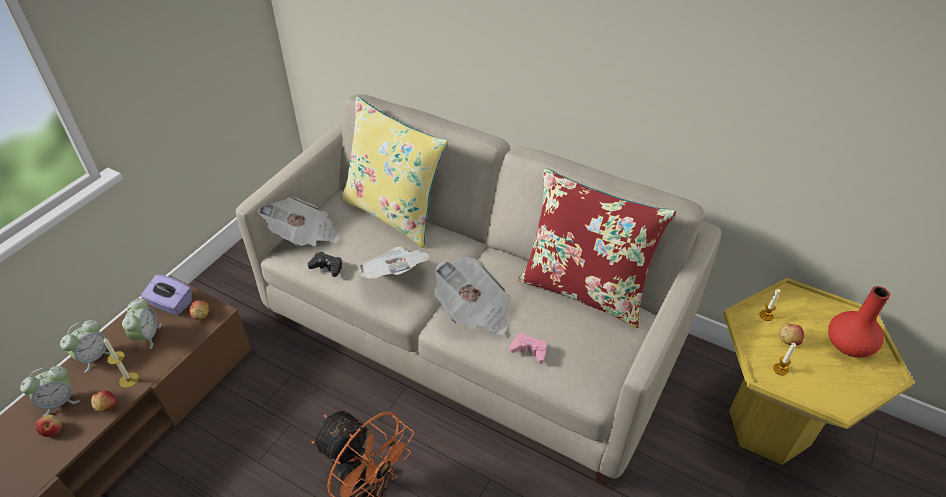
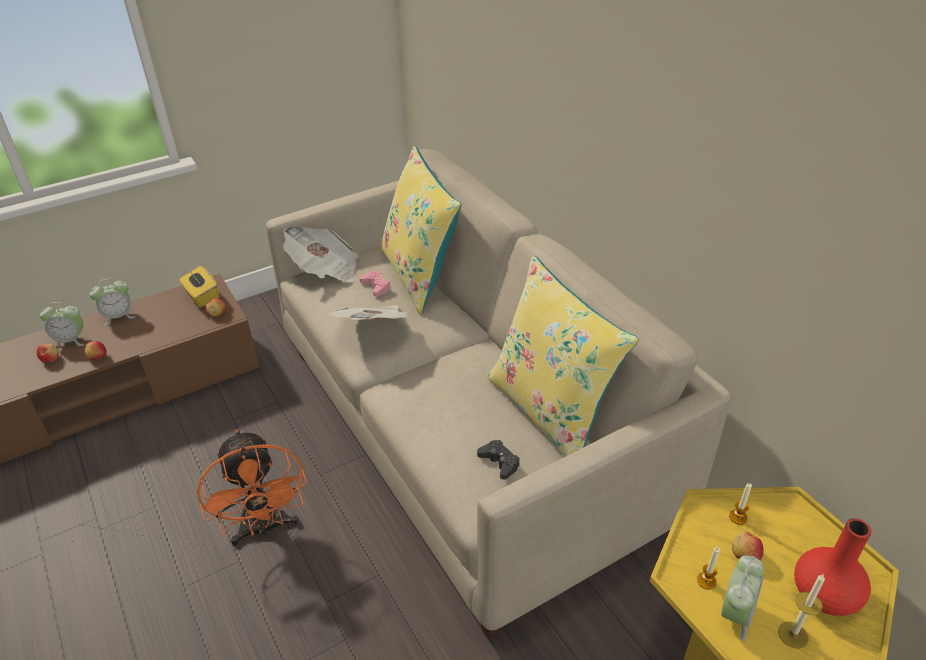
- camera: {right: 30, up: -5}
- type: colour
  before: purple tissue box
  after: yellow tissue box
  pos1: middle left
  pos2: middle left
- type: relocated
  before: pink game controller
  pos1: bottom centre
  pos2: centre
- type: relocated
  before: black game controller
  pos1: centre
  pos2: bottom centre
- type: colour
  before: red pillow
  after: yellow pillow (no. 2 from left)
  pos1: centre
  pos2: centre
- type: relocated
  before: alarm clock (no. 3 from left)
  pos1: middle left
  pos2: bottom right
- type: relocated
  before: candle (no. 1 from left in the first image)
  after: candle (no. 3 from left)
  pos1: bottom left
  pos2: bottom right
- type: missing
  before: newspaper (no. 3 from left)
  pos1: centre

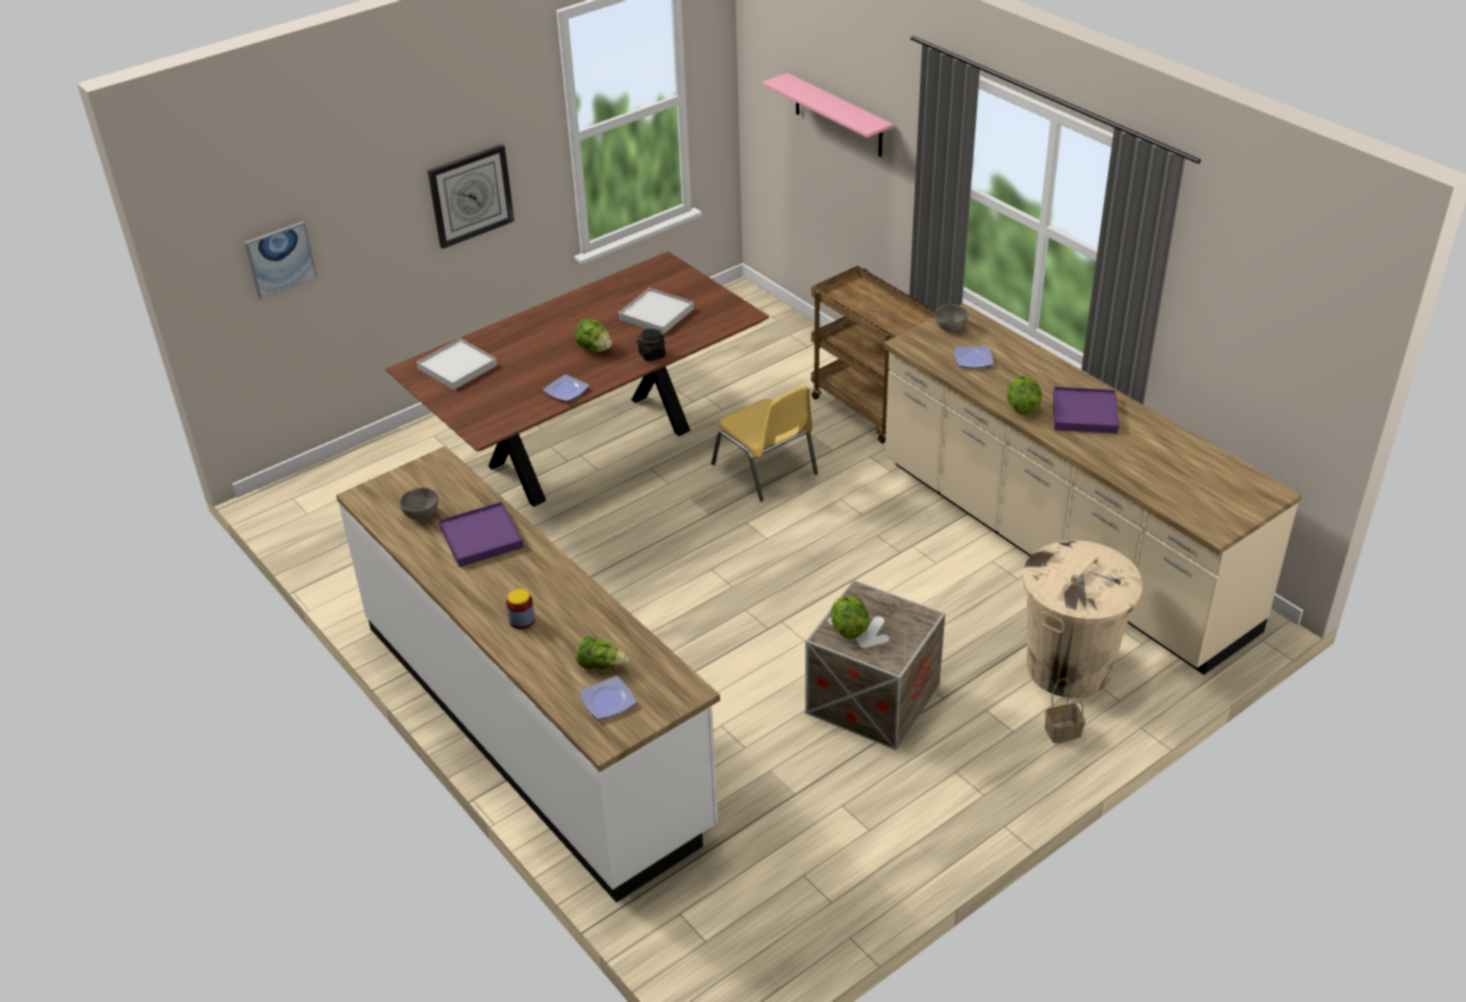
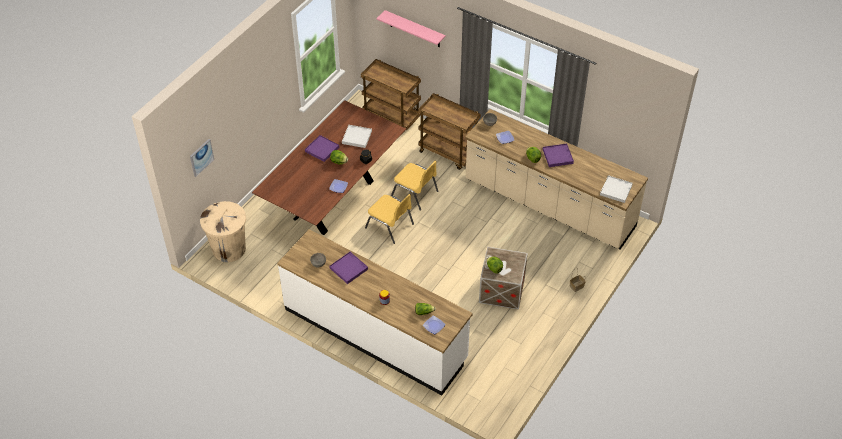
- camera: {right: -20, up: 10}
- type: relocated
  before: beige trash can
  pos1: middle right
  pos2: middle left
- type: appeared
  after: purple tray (no. 1 from left)
  pos2: centre
- type: appeared
  after: brown cart (no. 1 from left)
  pos2: top centre
- type: appeared
  after: yellow chair (no. 1 from left)
  pos2: centre
- type: relocated
  before: white tray (no. 1 from left in the first image)
  after: white tray (no. 2 from left)
  pos1: middle left
  pos2: middle right
- type: missing
  before: wall clock
  pos1: top left

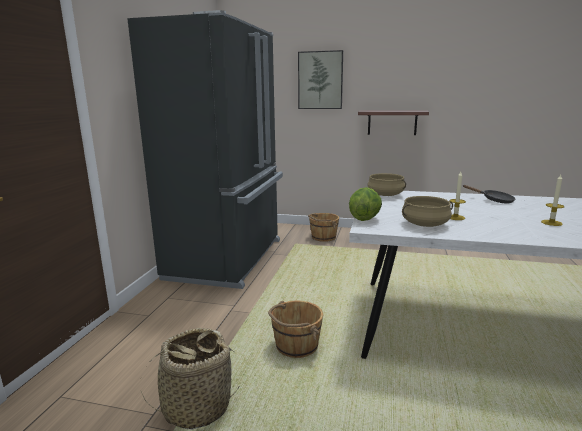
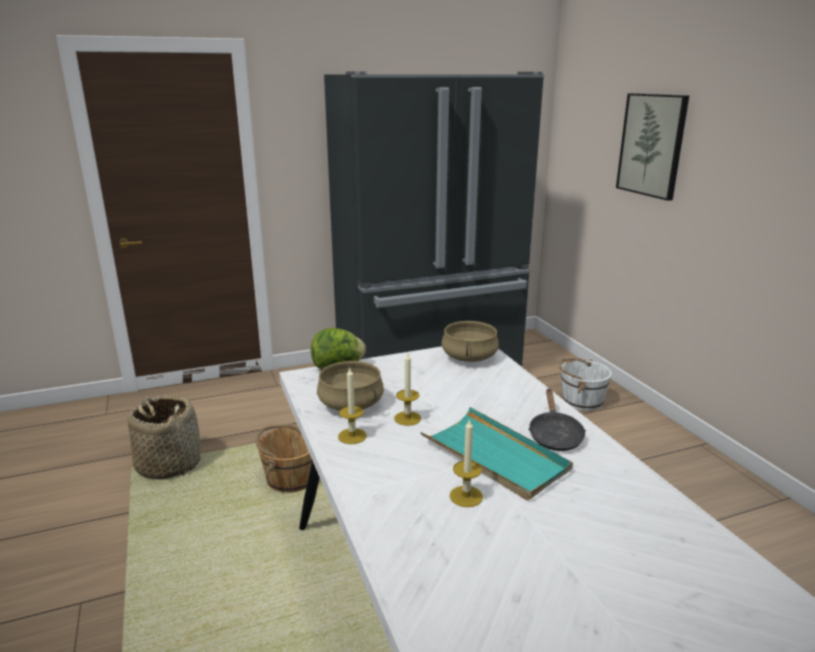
- camera: {right: 55, up: 5}
- type: appeared
  after: candle (no. 1 from left)
  pos2: centre
- type: appeared
  after: turquoise tray
  pos2: bottom centre
- type: colour
  before: brown bucket (no. 2 from left)
  after: white bucket
  pos1: centre
  pos2: middle right
- type: missing
  before: shelf
  pos1: top right

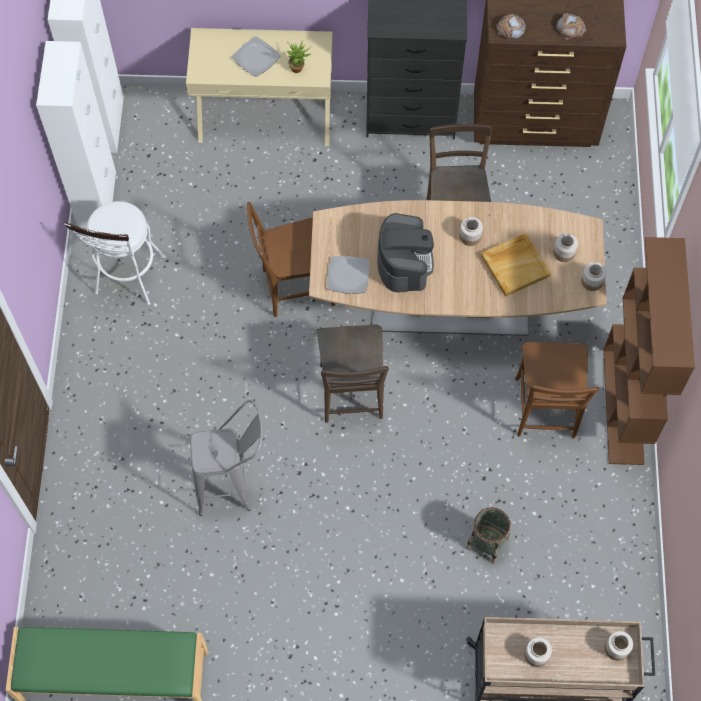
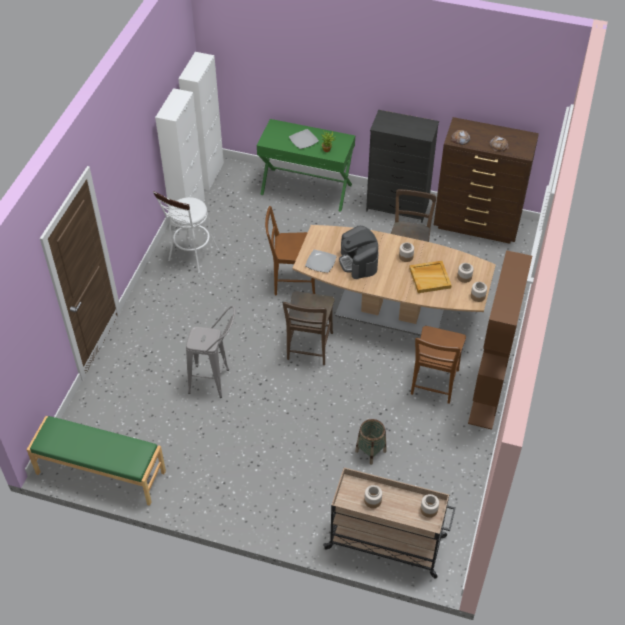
- camera: {right: 15, up: -15}
- type: colour
  before: beige console table
  after: green console table
  pos1: top centre
  pos2: top centre
- type: spun
  before: coffee machine
  pos1: centre
  pos2: centre
  turn: 150

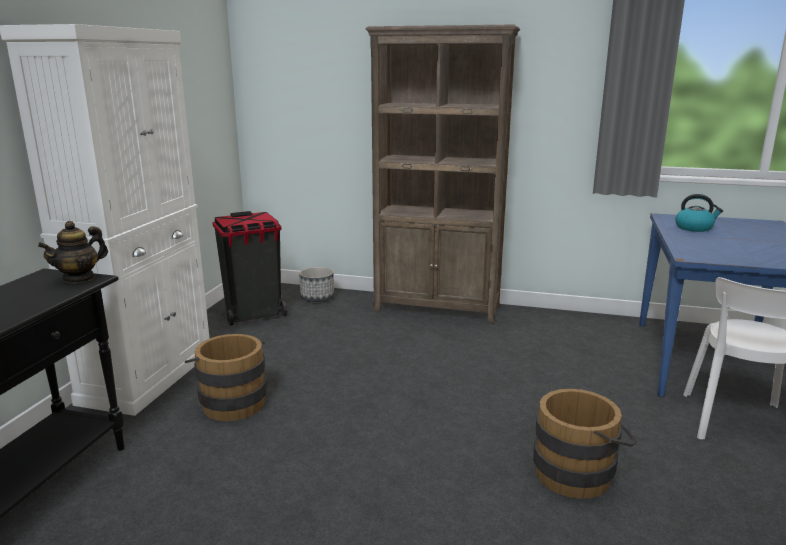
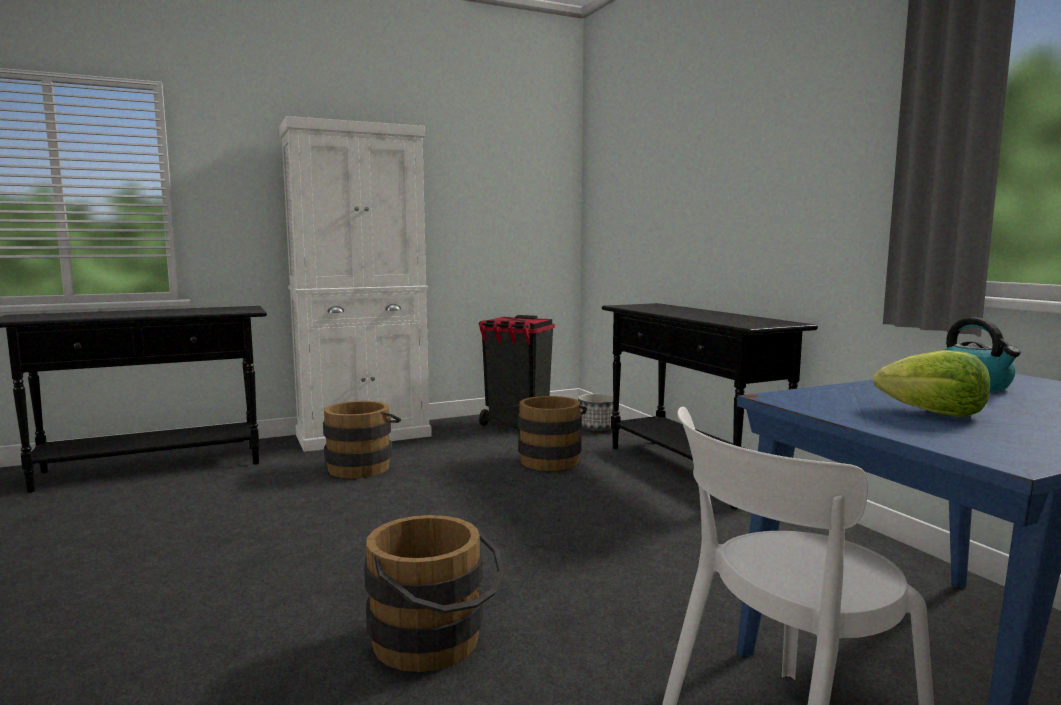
- camera: {right: 50, up: -10}
- type: appeared
  after: brown bucket (no. 3 from left)
  pos2: centre
- type: exchanged
  before: brown bookcase
  after: black console table (no. 2 from left)
  pos1: top centre
  pos2: middle right
- type: appeared
  after: lettuce
  pos2: middle right
- type: missing
  before: teapot
  pos1: middle left

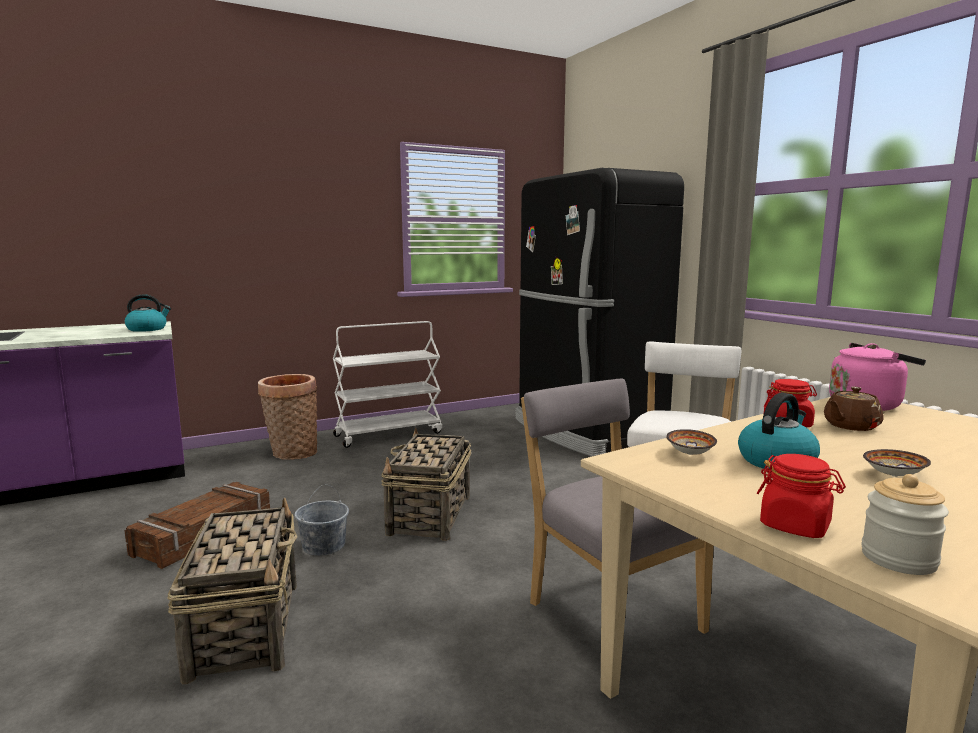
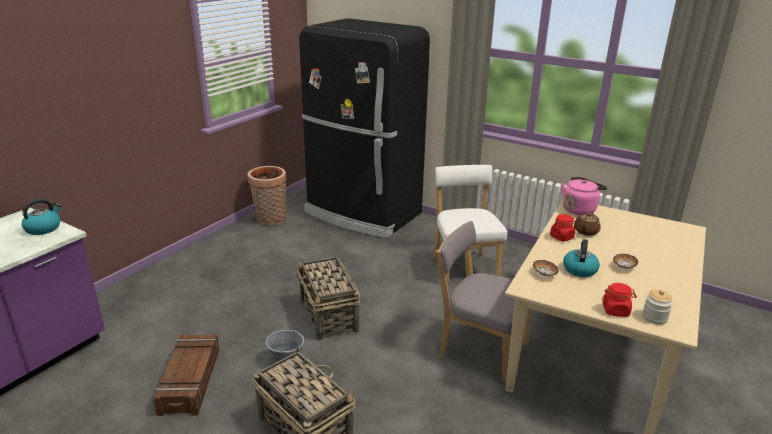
- camera: {right: -30, up: 15}
- type: relocated
  before: basket (no. 2 from left in the first image)
  after: basket (no. 1 from left)
  pos1: middle left
  pos2: centre
- type: missing
  before: white cart
  pos1: centre

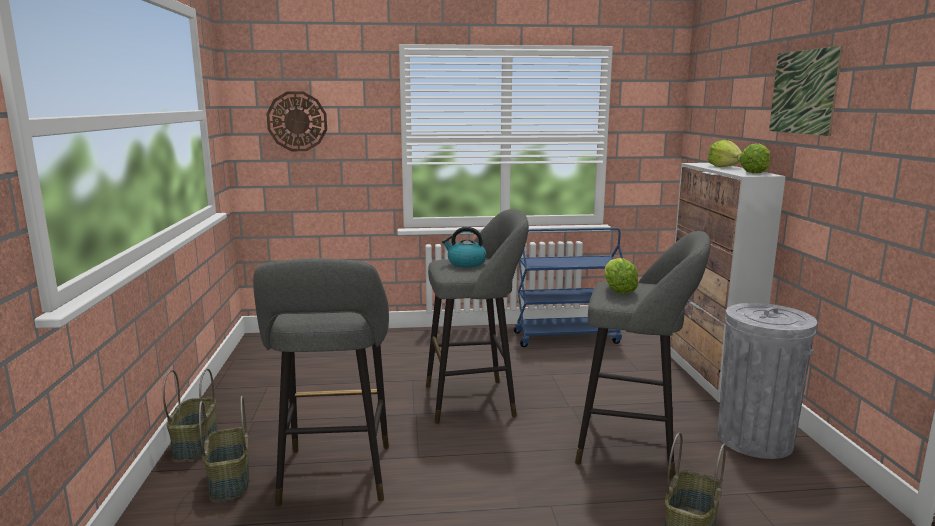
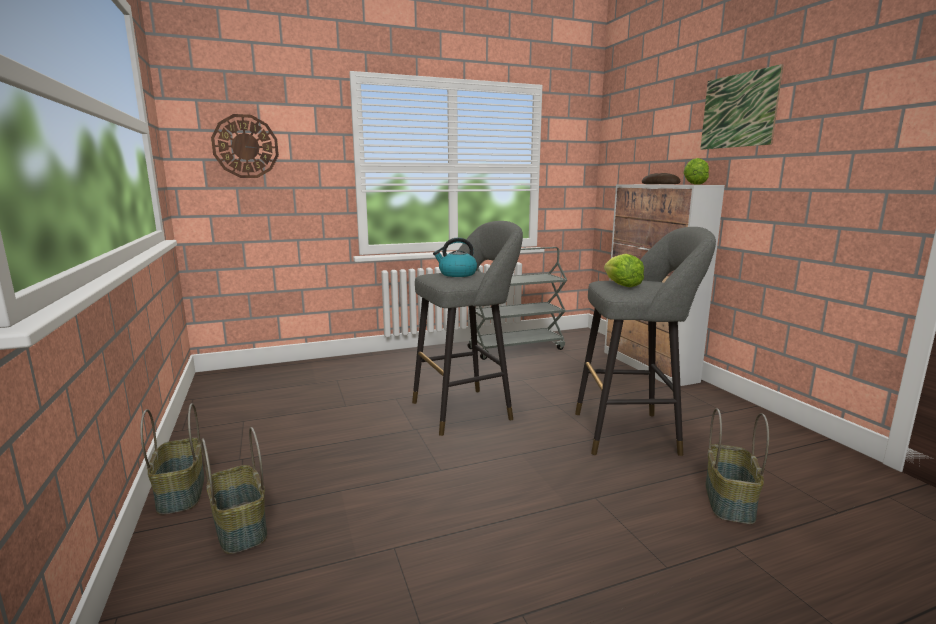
- camera: {right: -15, up: 0}
- type: colour
  before: blue cart
  after: grey cart
  pos1: centre
  pos2: centre
- type: exchanged
  before: lettuce (no. 2 from left)
  after: bread
  pos1: top right
  pos2: top right
- type: missing
  before: grey stool (no. 1 from left)
  pos1: bottom centre
- type: missing
  before: grey trash can
  pos1: bottom right

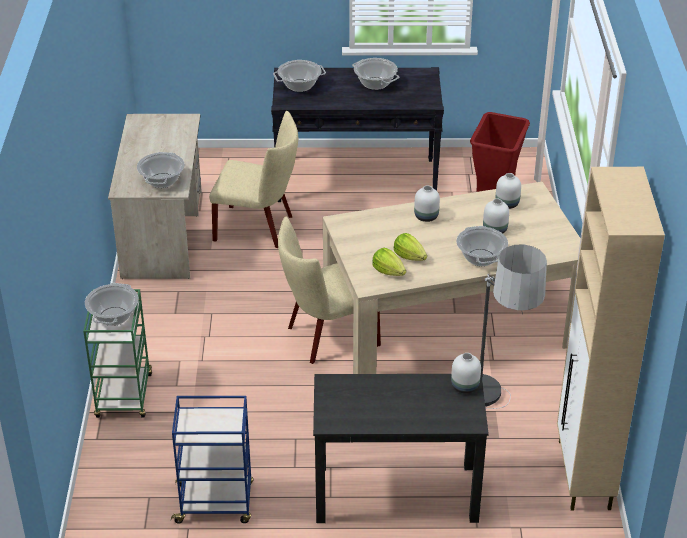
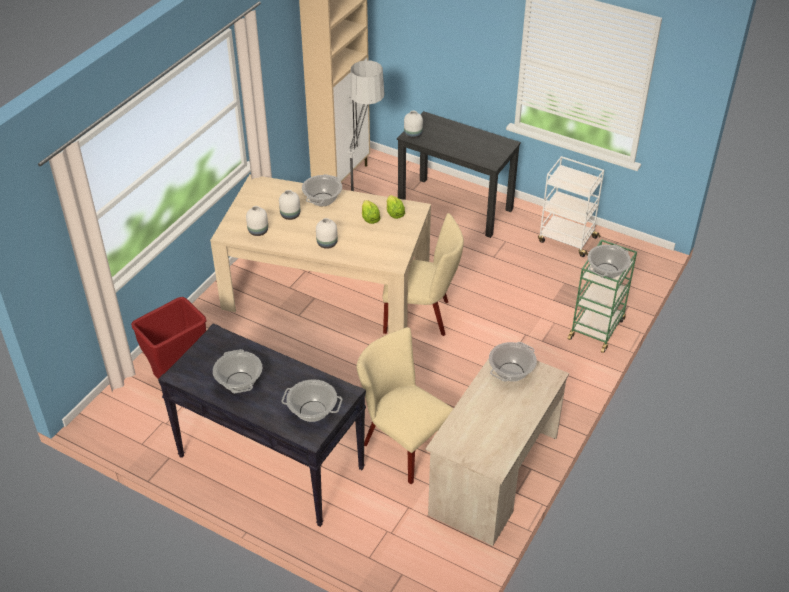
- camera: {right: -150, up: 5}
- type: colour
  before: blue cart
  after: white cart
  pos1: bottom left
  pos2: middle right

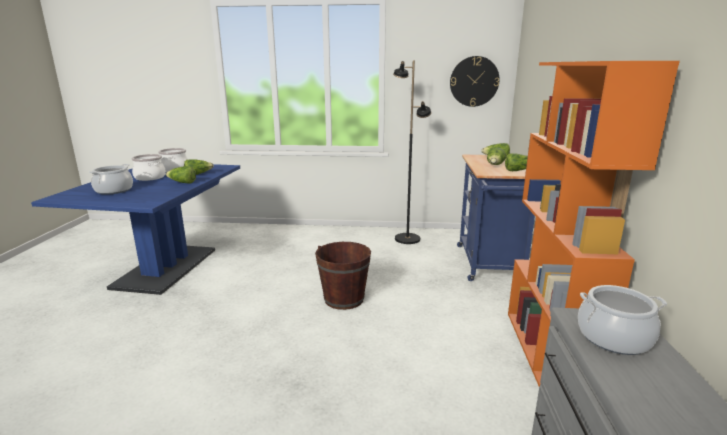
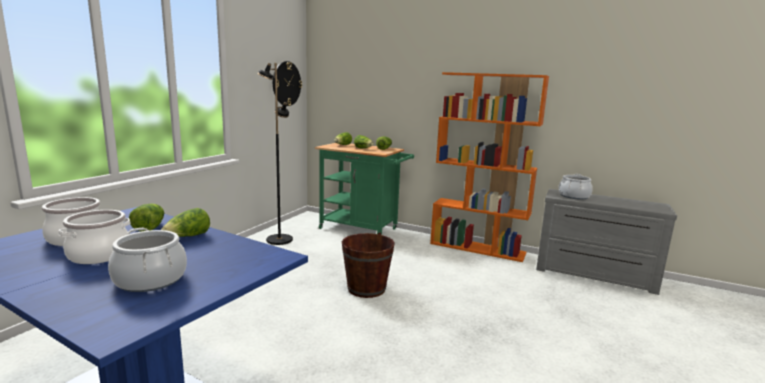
- camera: {right: -70, up: -5}
- type: colour
  before: blue cart
  after: green cart
  pos1: middle right
  pos2: centre

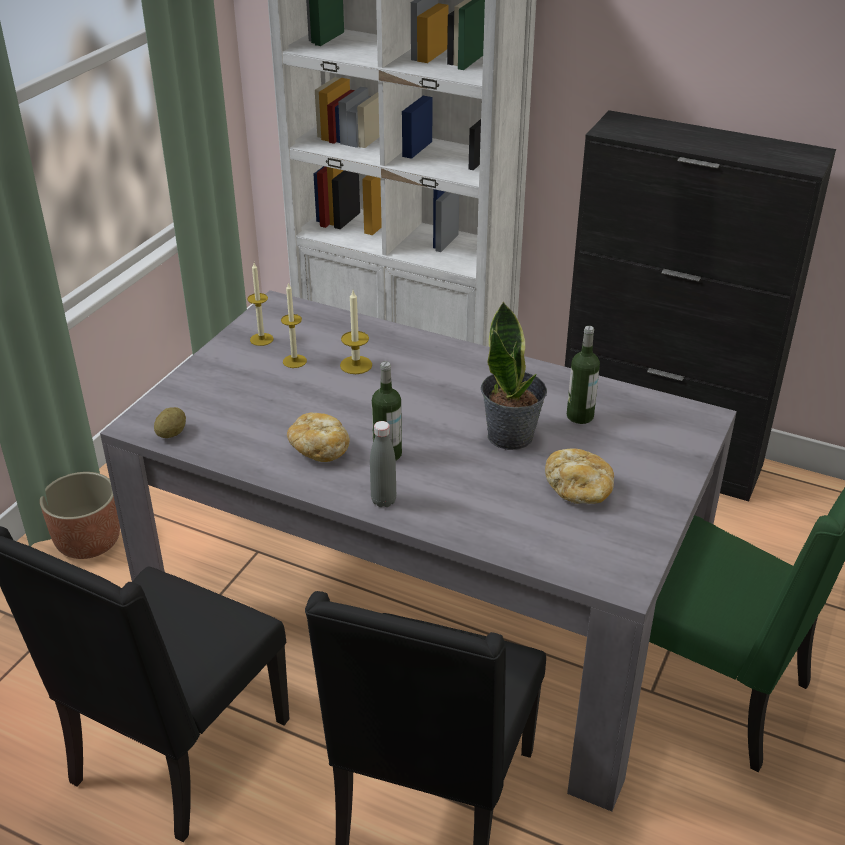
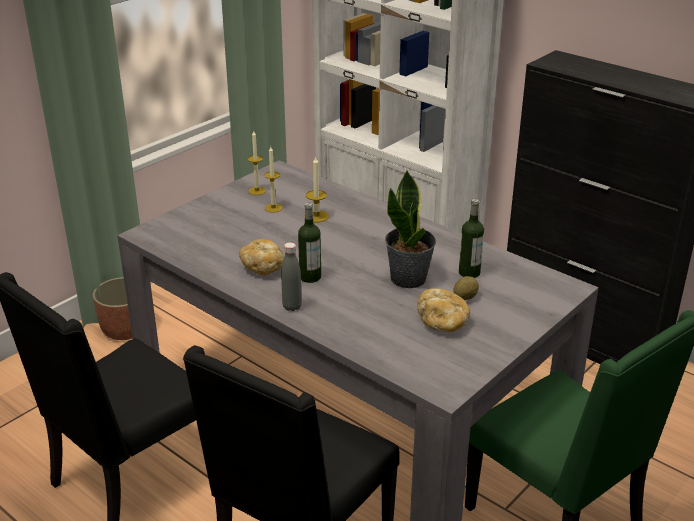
- camera: {right: 15, up: -5}
- type: relocated
  before: potato
  pos1: middle left
  pos2: middle right

